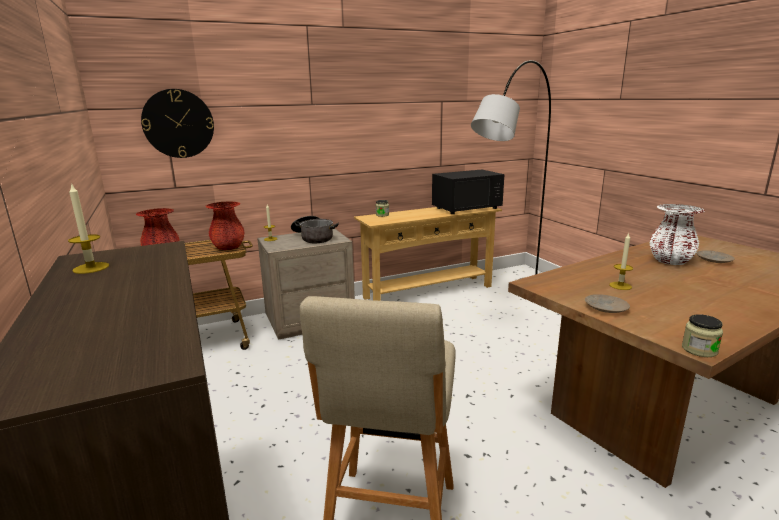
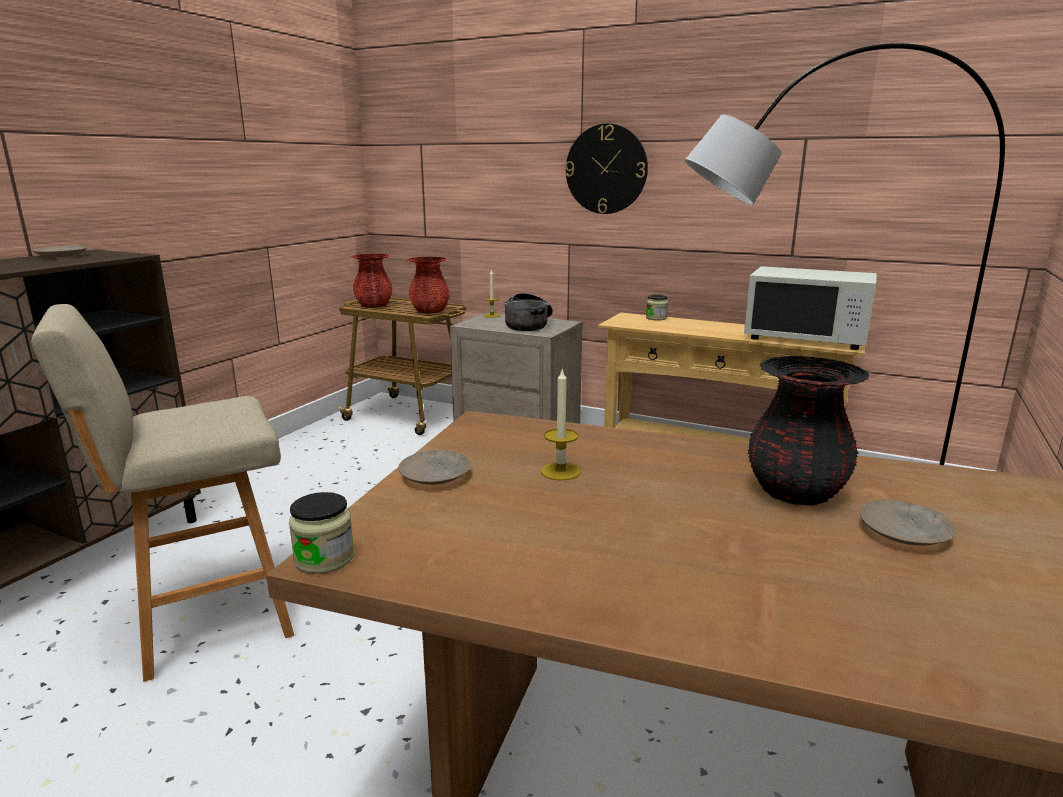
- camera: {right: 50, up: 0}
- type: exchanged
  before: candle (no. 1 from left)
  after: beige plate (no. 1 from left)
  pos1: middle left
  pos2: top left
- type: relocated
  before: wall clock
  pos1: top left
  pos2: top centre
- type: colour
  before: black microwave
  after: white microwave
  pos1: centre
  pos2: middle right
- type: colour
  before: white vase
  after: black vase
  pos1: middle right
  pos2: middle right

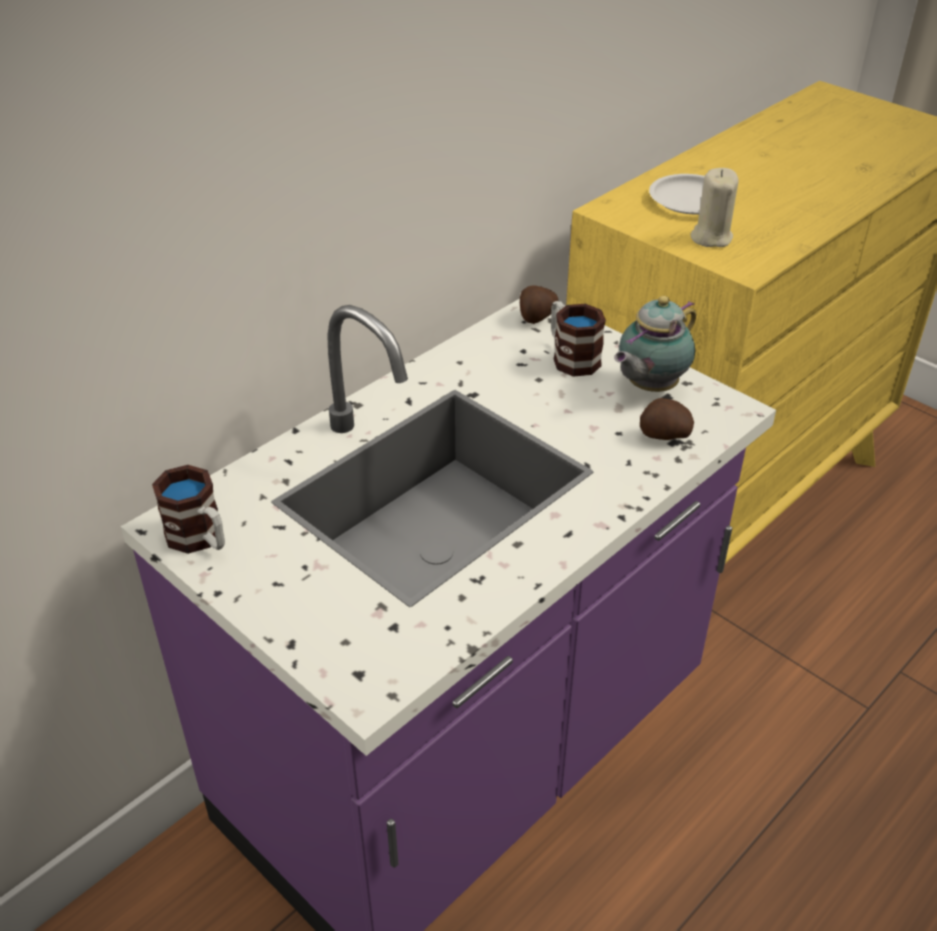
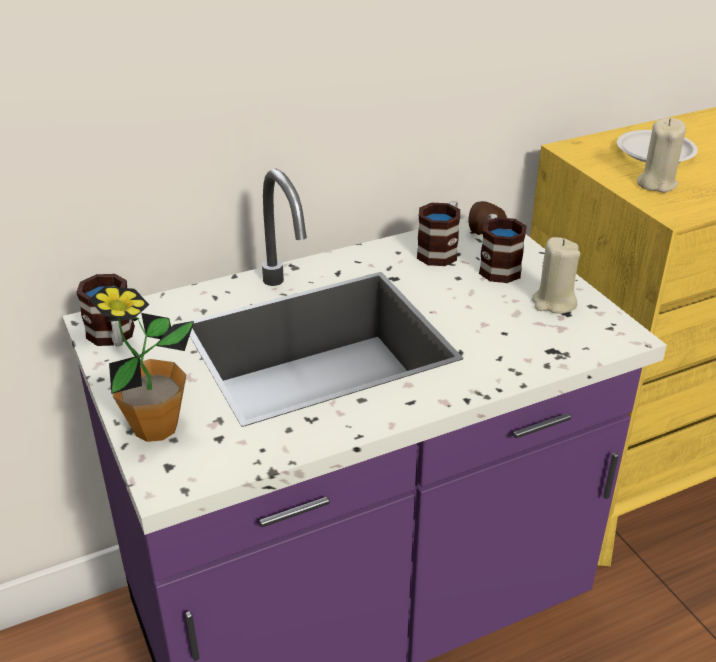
- camera: {right: 20, up: -5}
- type: appeared
  after: potted plant
  pos2: middle left
- type: appeared
  after: mug (no. 2 from left)
  pos2: centre
- type: exchanged
  before: teapot
  after: beige candle (no. 1 from left)
  pos1: middle right
  pos2: middle right
- type: missing
  before: potato (no. 2 from left)
  pos1: middle right

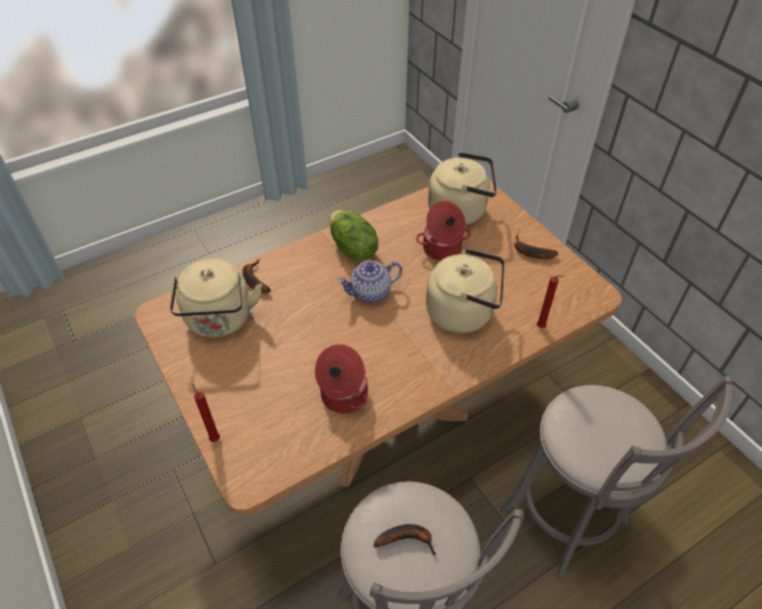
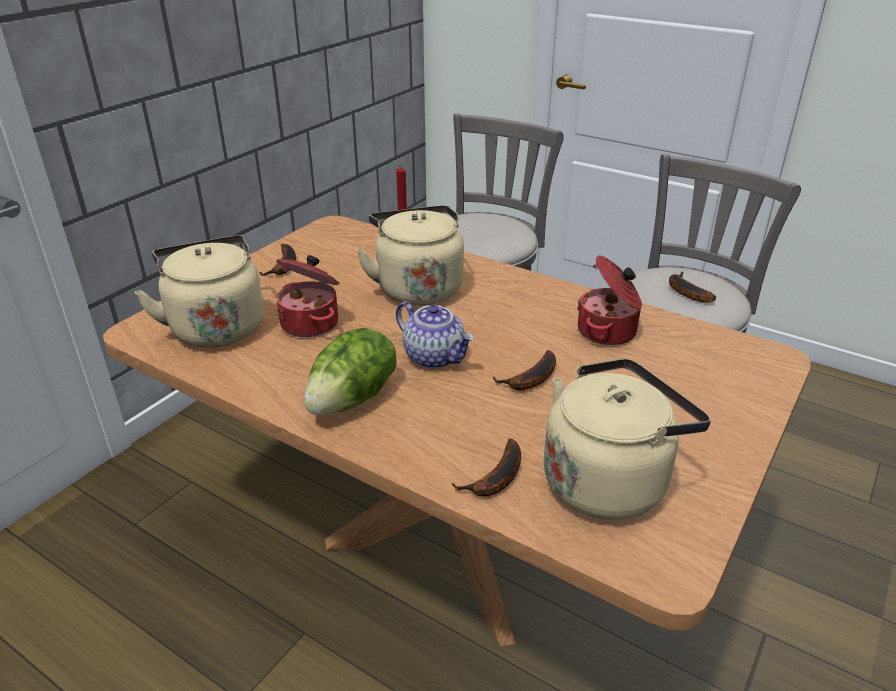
- camera: {right: -115, up: -15}
- type: appeared
  after: banana (no. 3 from left)
  pos2: centre
- type: missing
  before: red candle (no. 1 from left)
  pos1: bottom left

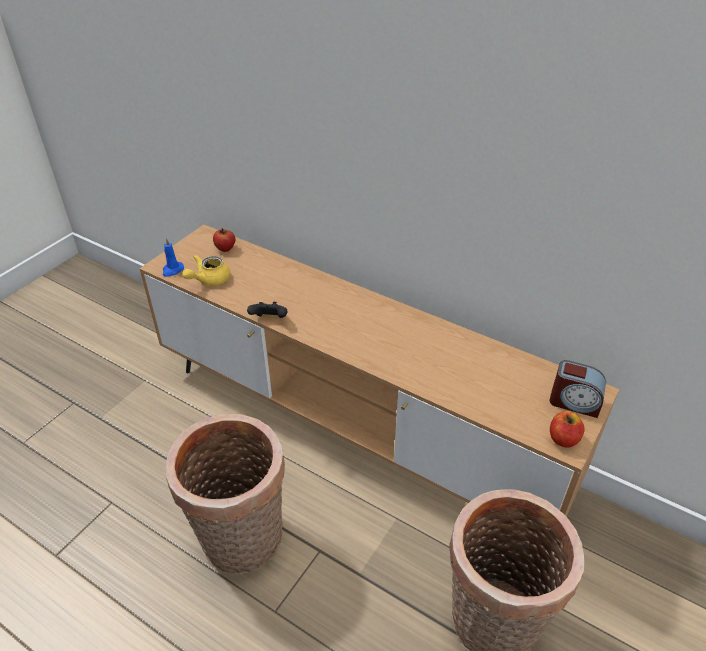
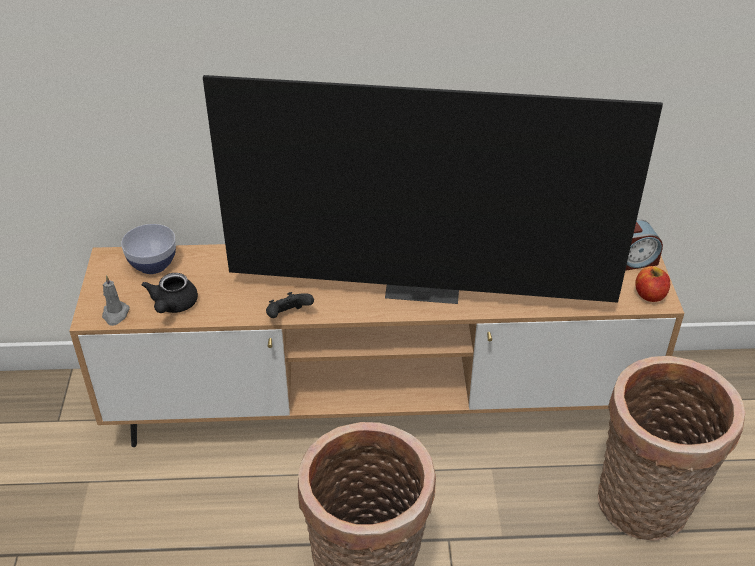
- camera: {right: -35, up: 0}
- type: colour
  before: blue candle
  after: grey candle
  pos1: middle left
  pos2: middle left
- type: exchanged
  before: apple (no. 1 from left)
  after: bowl
  pos1: middle left
  pos2: middle left
- type: colour
  before: yellow teapot
  after: black teapot
  pos1: middle left
  pos2: middle left
- type: appeared
  after: television
  pos2: centre

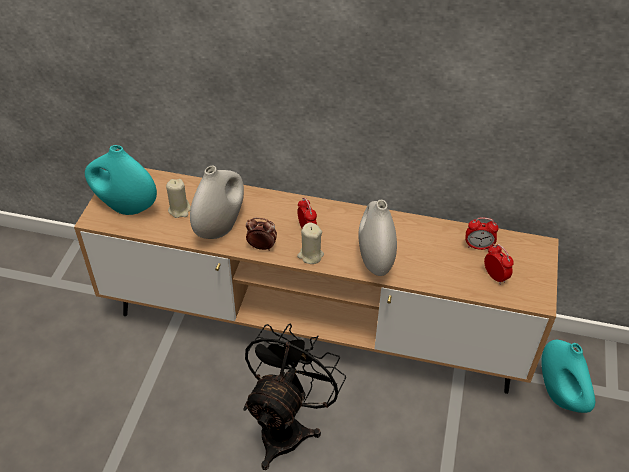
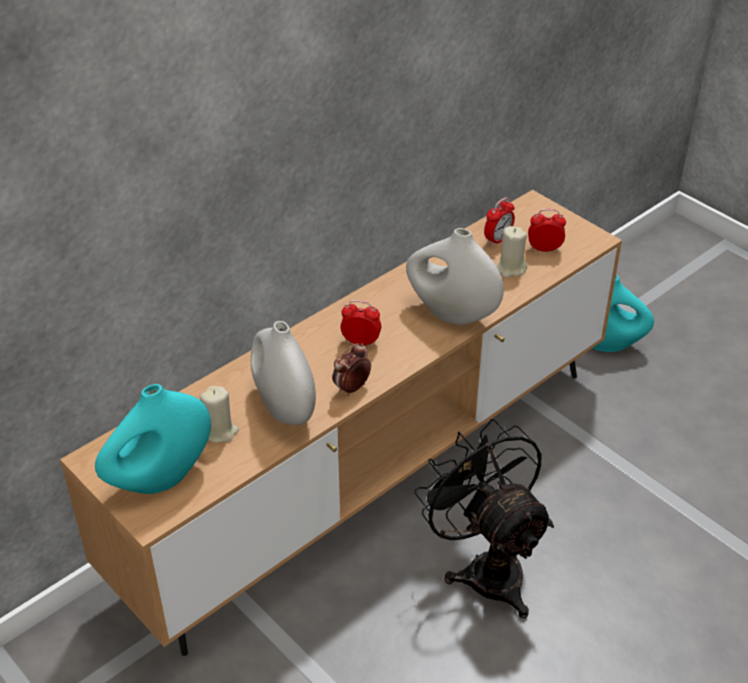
- camera: {right: -55, up: -5}
- type: relocated
  before: beige candle (no. 2 from left)
  pos1: centre
  pos2: middle right

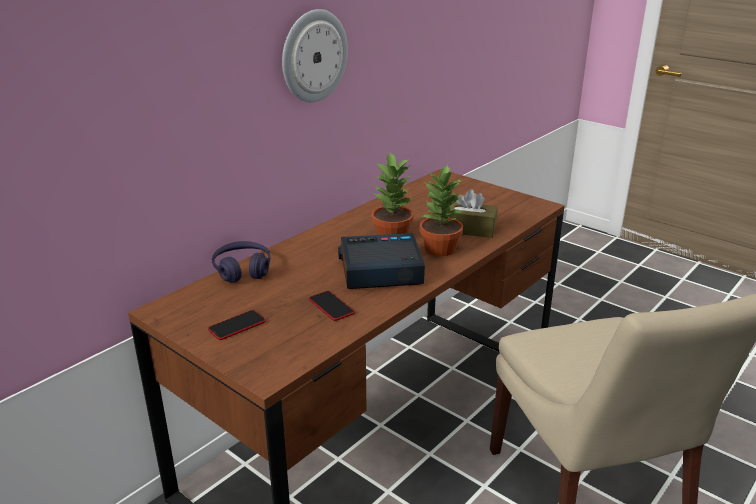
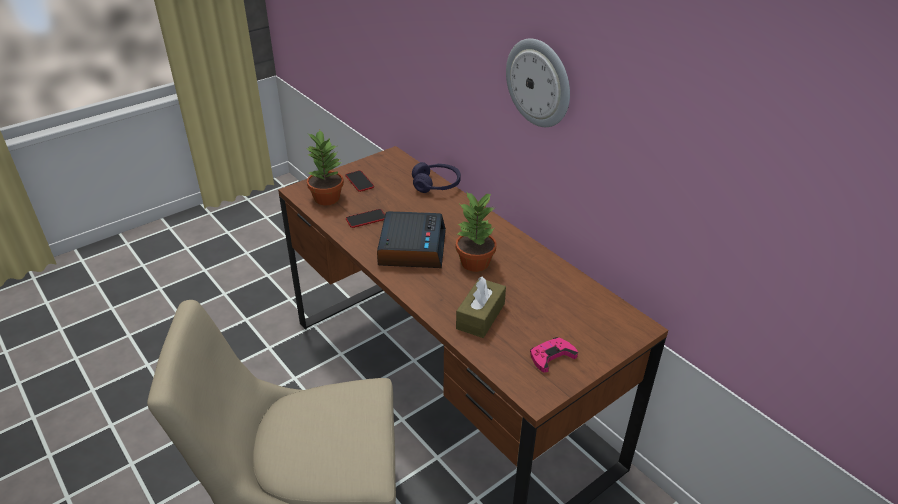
- camera: {right: 100, up: 10}
- type: relocated
  before: potted plant (no. 2 from left in the first image)
  after: potted plant (no. 1 from left)
  pos1: centre
  pos2: top centre
- type: appeared
  after: pink game controller
  pos2: bottom centre

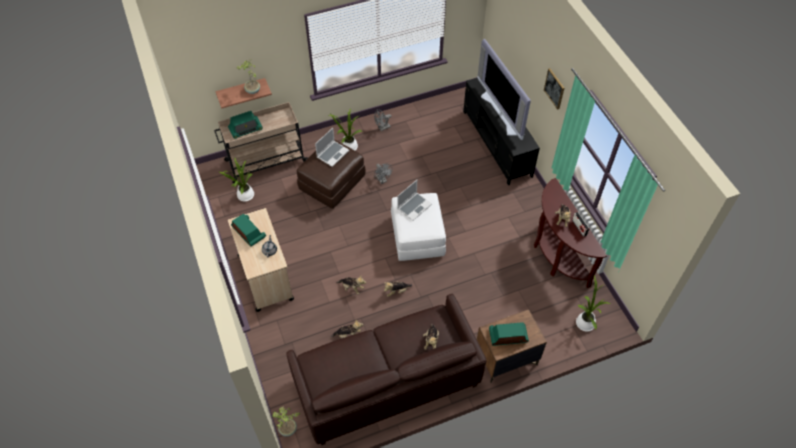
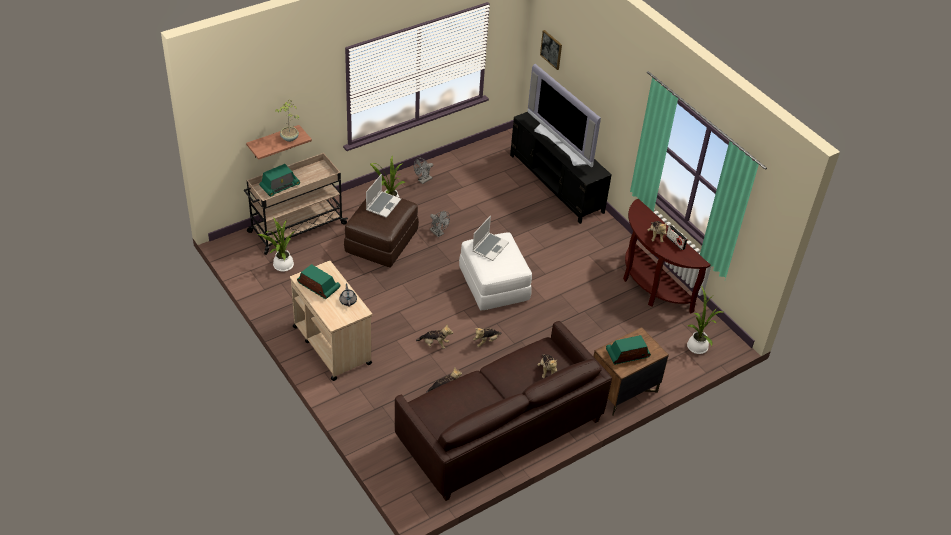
- camera: {right: -15, up: -10}
- type: relocated
  before: picture
  pos1: top right
  pos2: top centre
- type: missing
  before: potted plant (no. 3 from left)
  pos1: bottom centre

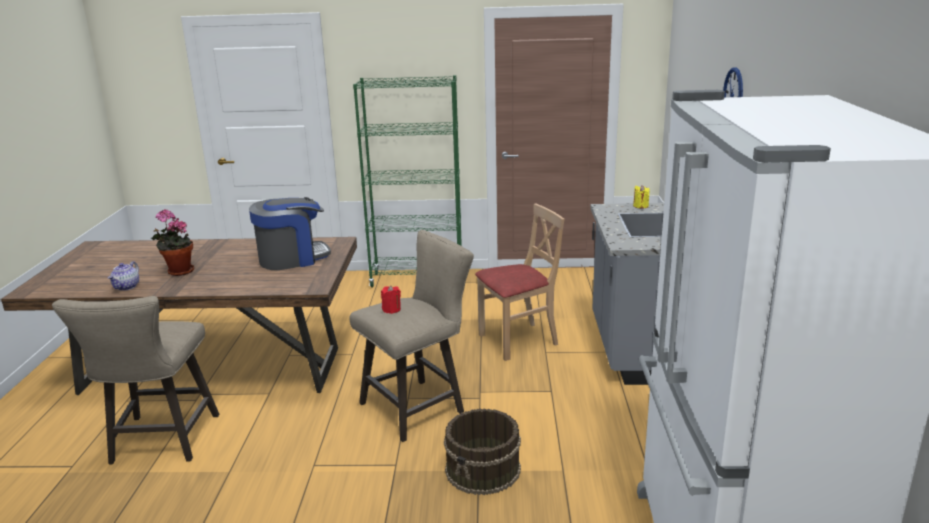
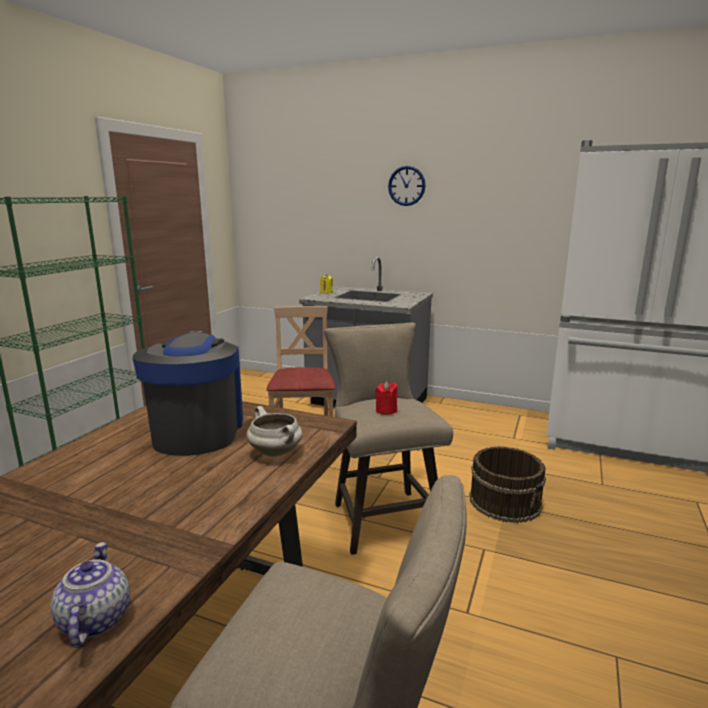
- camera: {right: -70, up: -5}
- type: spun
  before: teapot
  pos1: middle left
  pos2: bottom left
  turn: -135
- type: appeared
  after: white cooking pot
  pos2: centre
- type: missing
  before: potted plant
  pos1: middle left

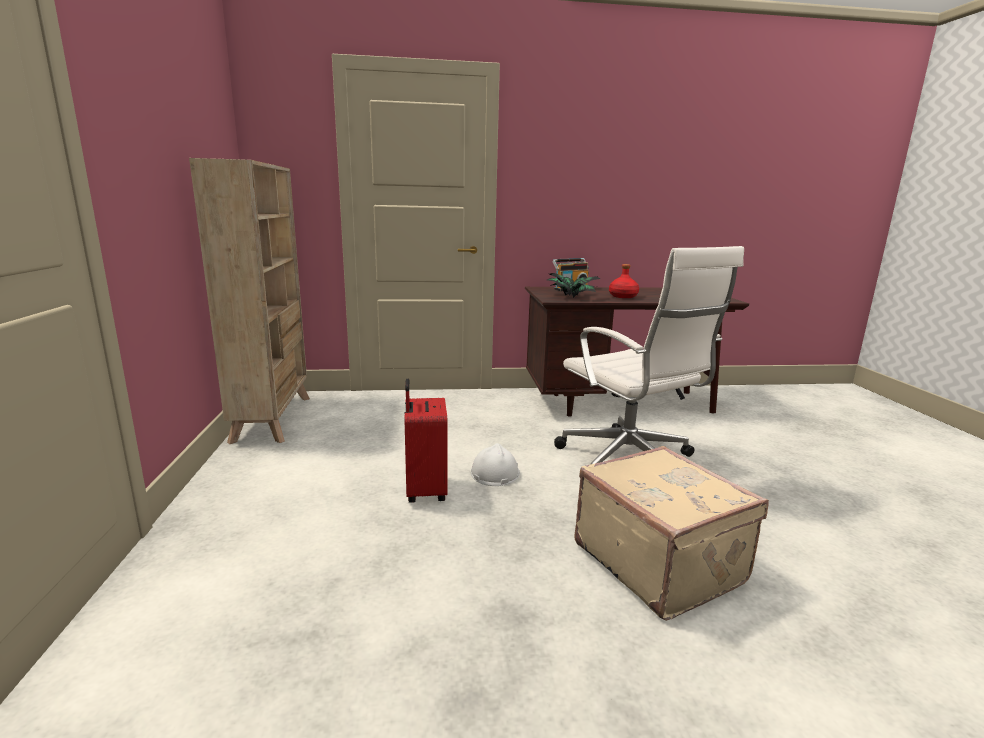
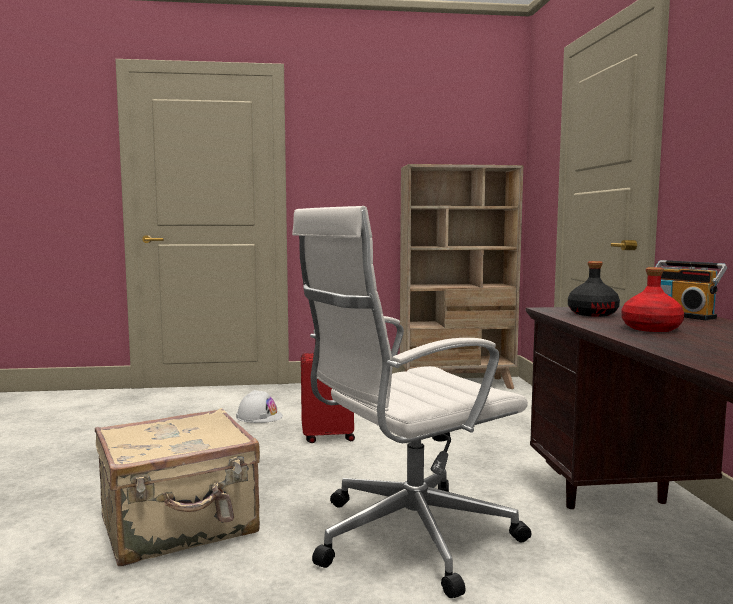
- camera: {right: 90, up: -10}
- type: relocated
  before: white hard hat
  pos1: centre
  pos2: bottom centre
- type: exchanged
  before: potted plant
  after: black bottle
  pos1: centre
  pos2: middle right

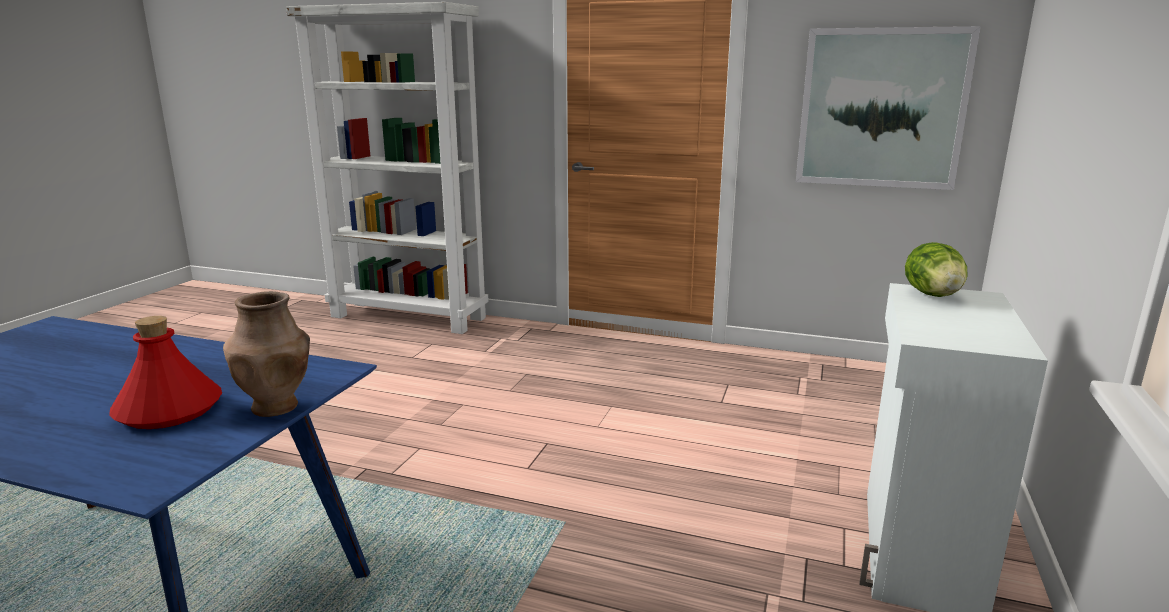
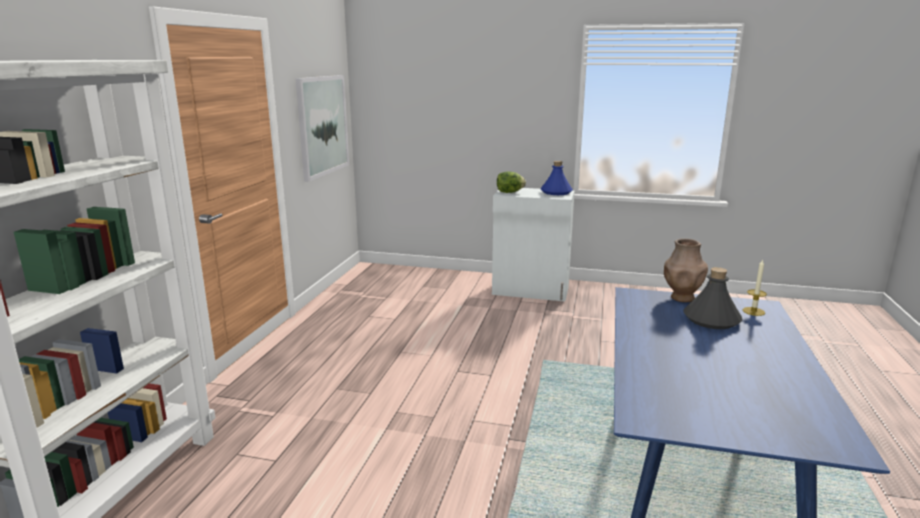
- camera: {right: -95, up: 0}
- type: appeared
  after: blue bottle
  pos2: centre
- type: colour
  before: red bottle
  after: grey bottle
  pos1: middle left
  pos2: middle right
- type: appeared
  after: candle
  pos2: middle right

